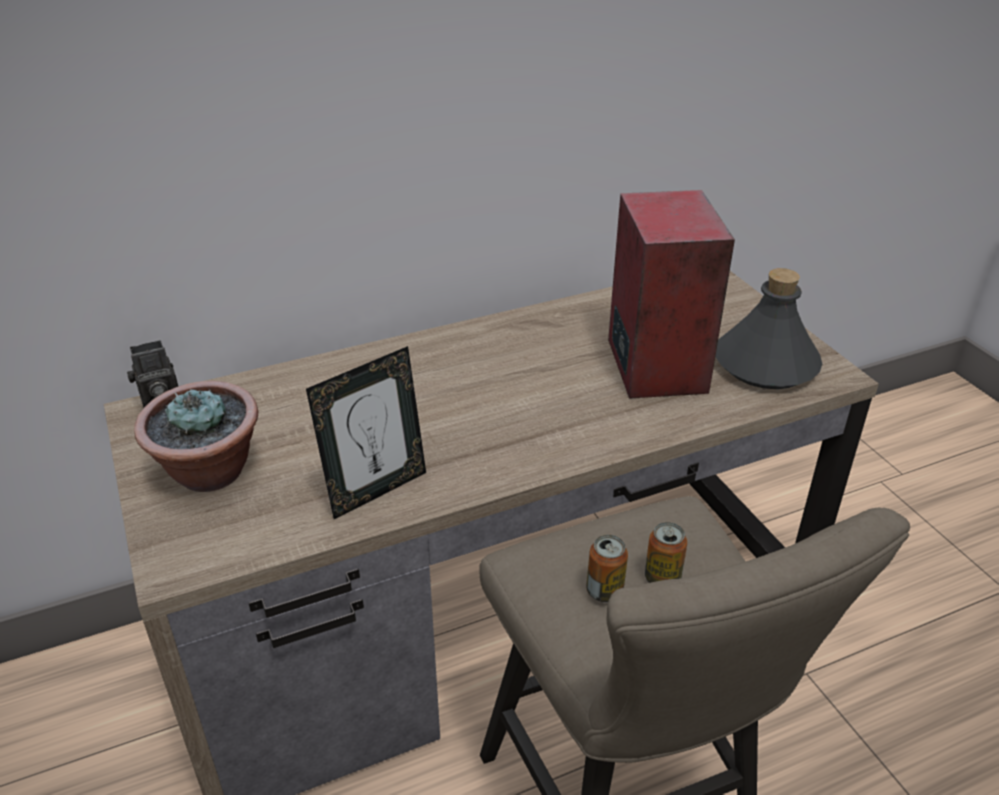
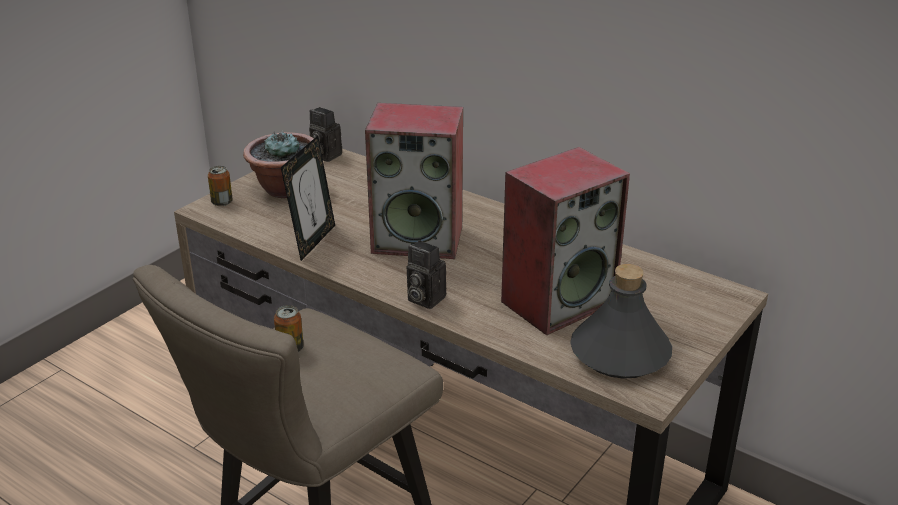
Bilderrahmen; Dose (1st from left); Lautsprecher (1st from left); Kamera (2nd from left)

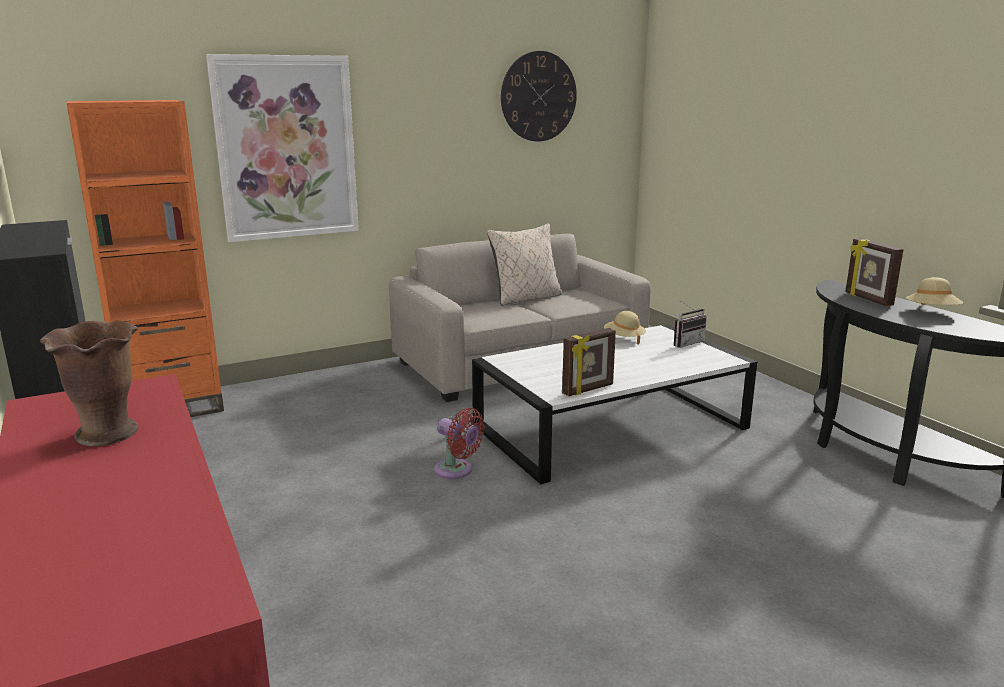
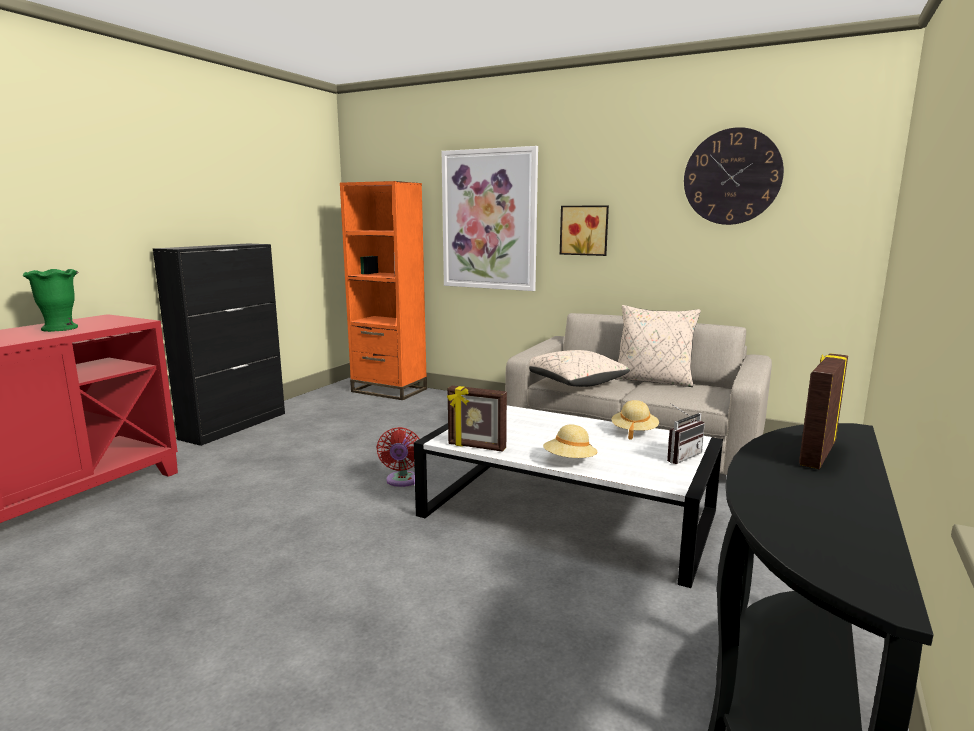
Vase (grün); Radio; Hut (beige) (1st from left); Kissen (beige) (1st from left); Bild (2nd from left)

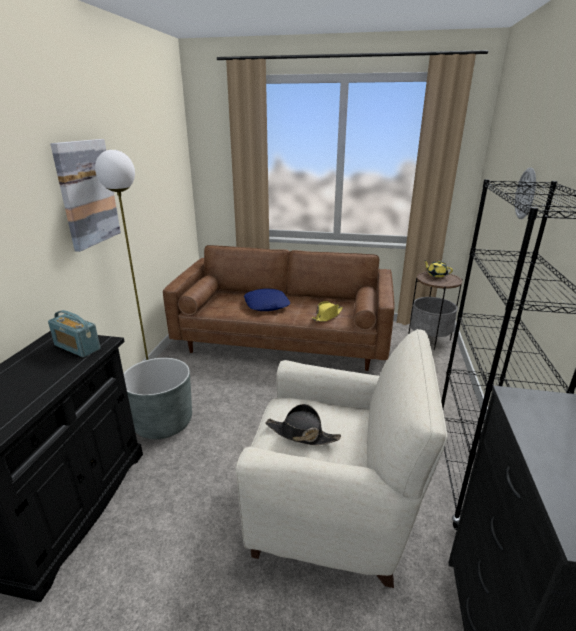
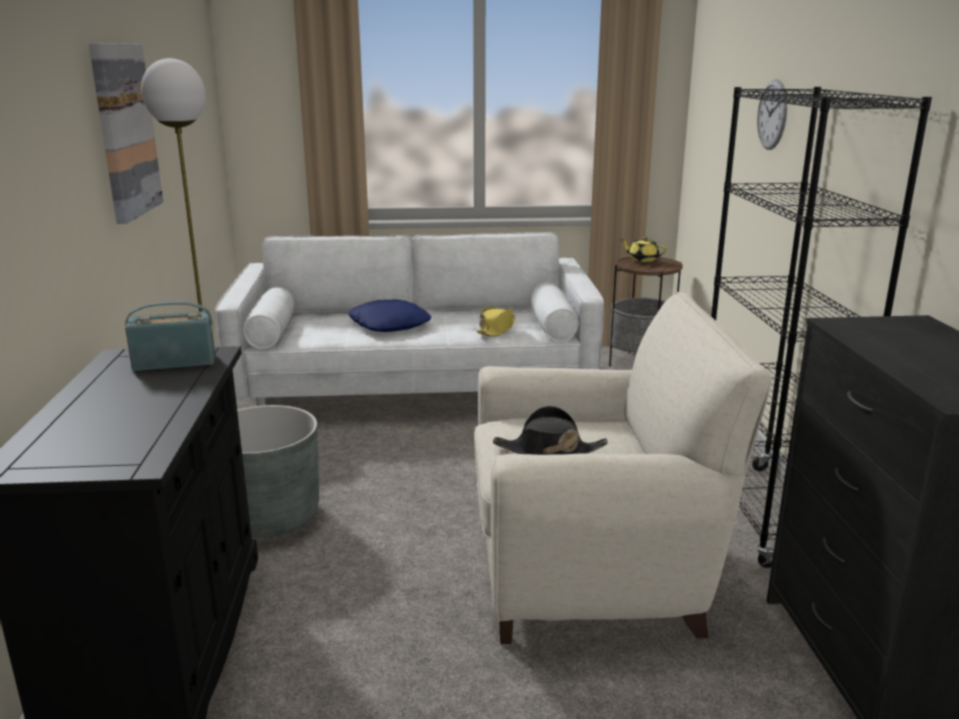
Radio; Sofa (weiß)

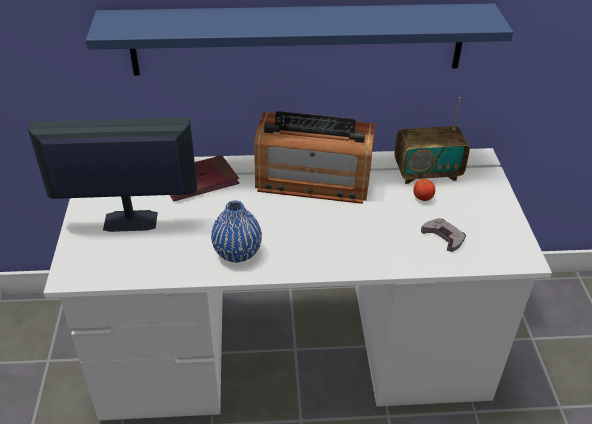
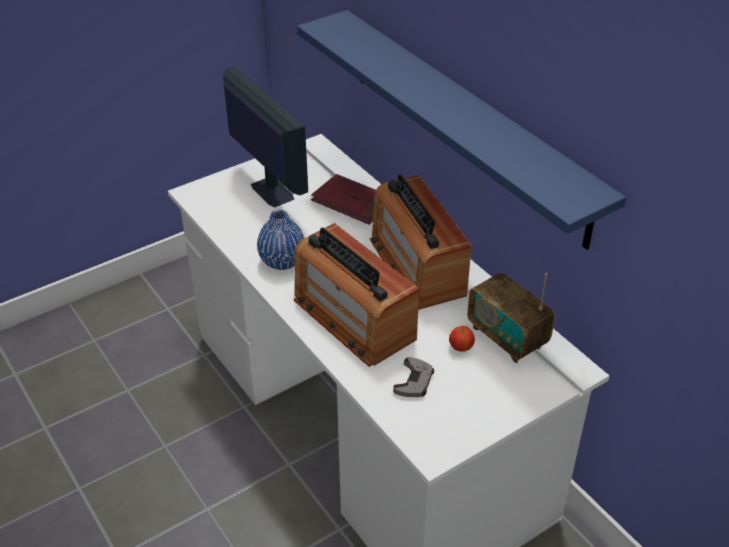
Radio (1st from left)

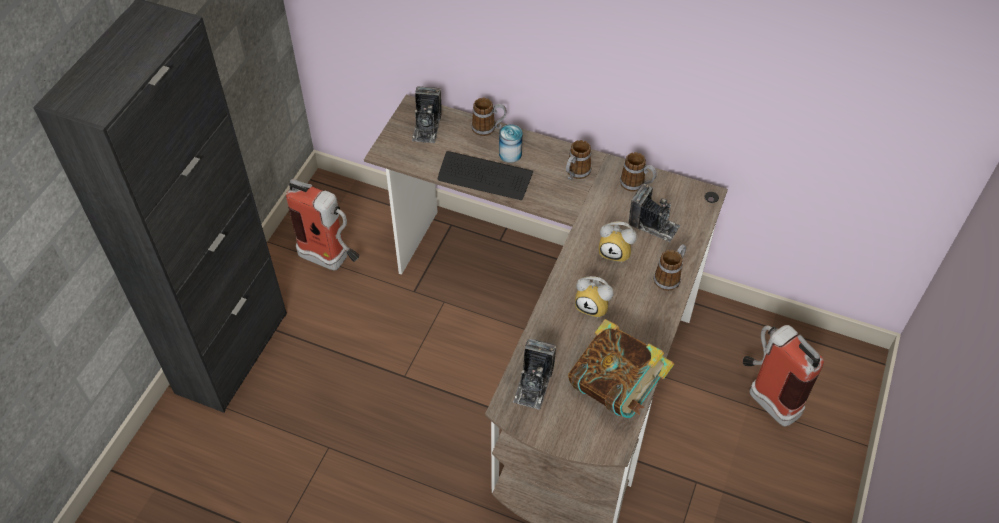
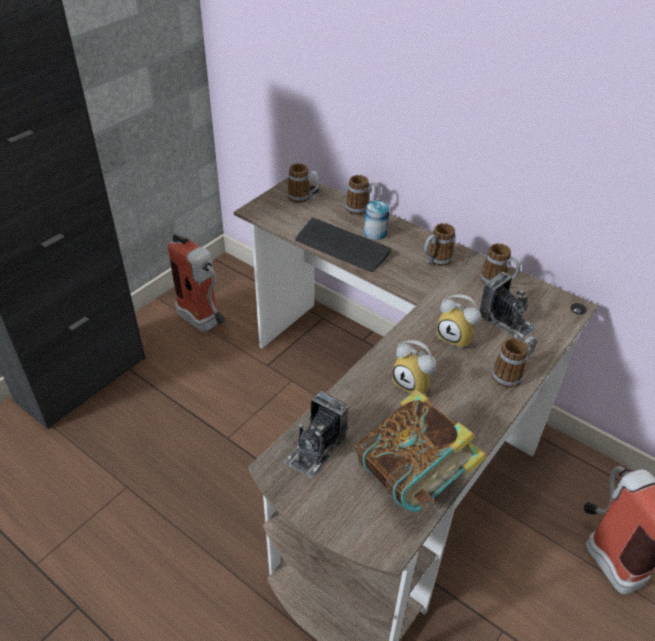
Henkelbecher (1st from left)

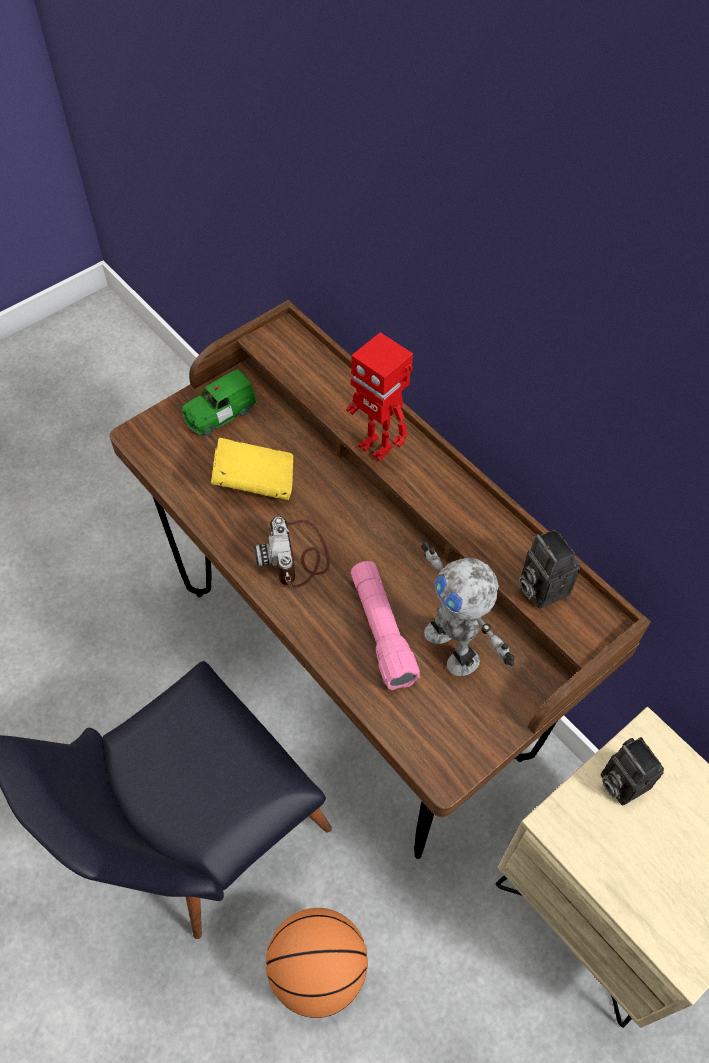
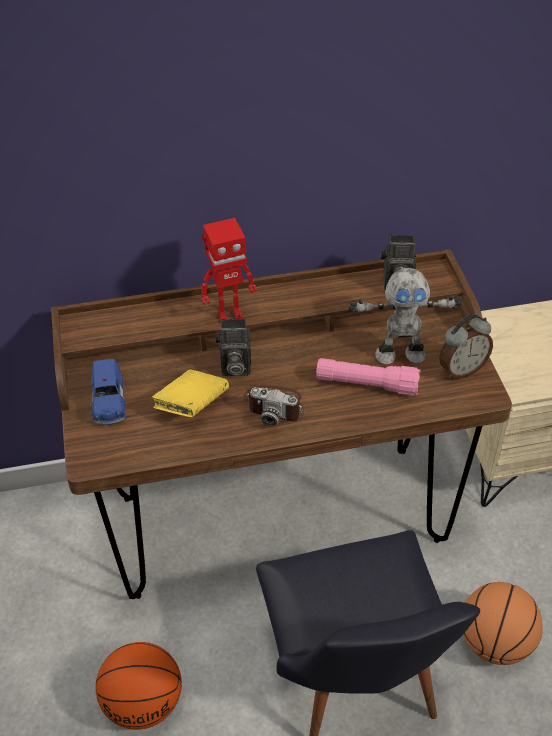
Spielzeugauto (blau); Kamera (1st from left); Basketball (1st from left); Wecker

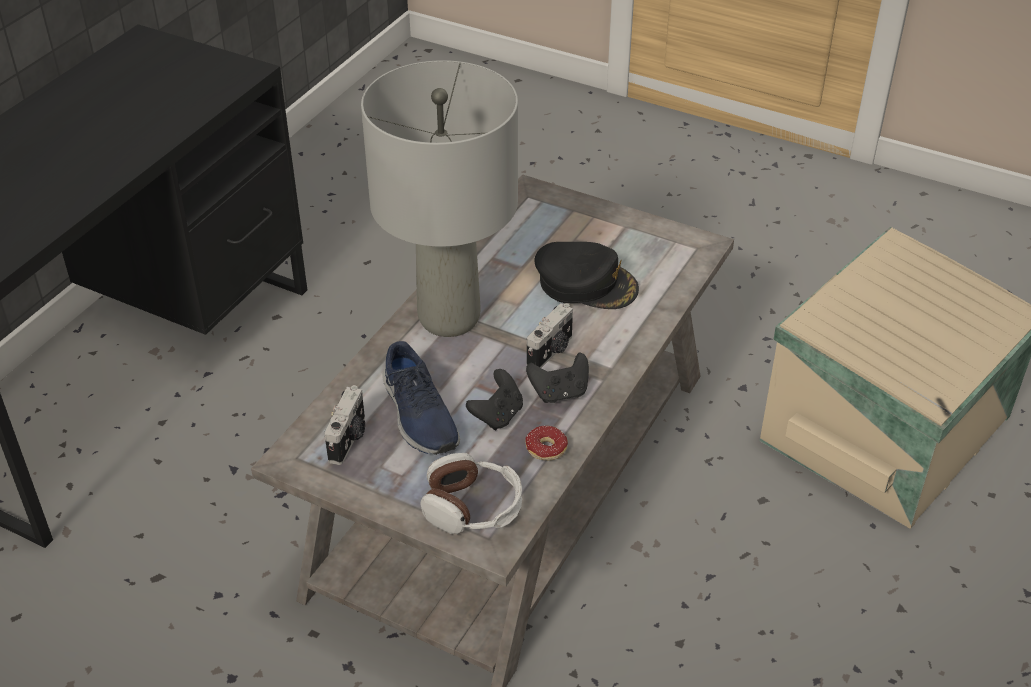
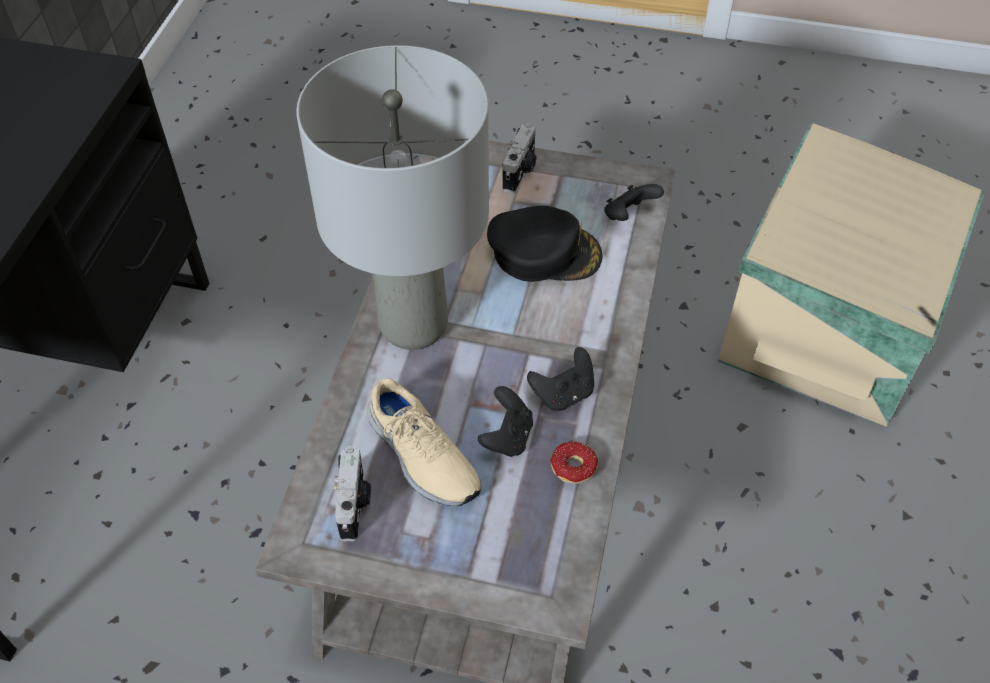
Schuh (beige); Kopfhörer; Kamera (2nd from left); Gamepad (schwarz) (3rd from left)

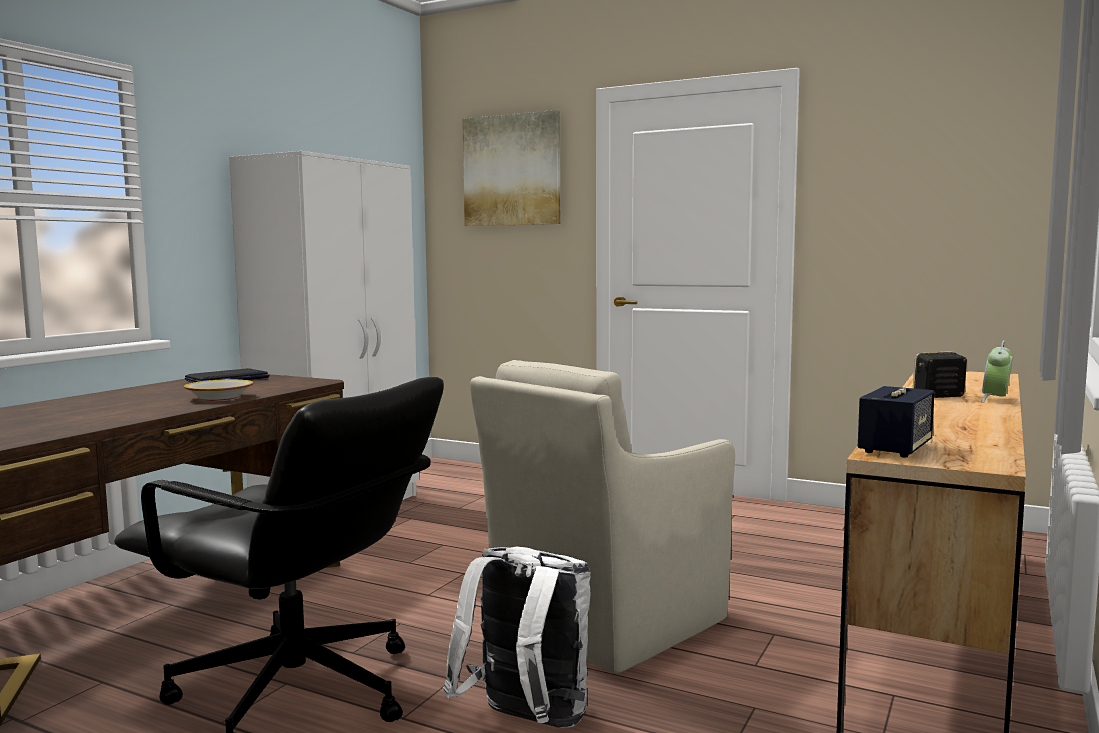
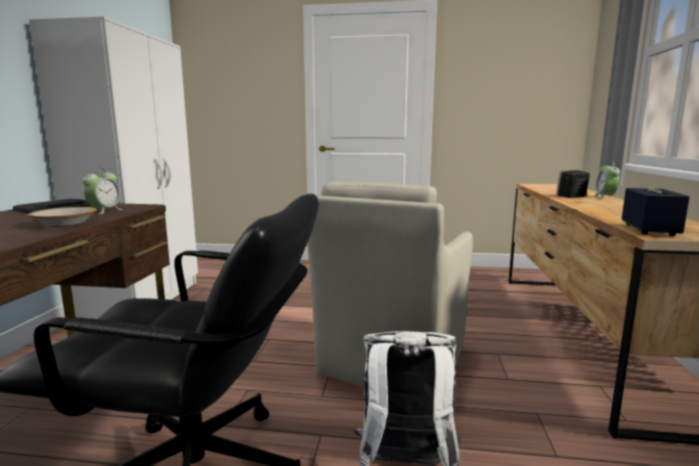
Bild; Wecker (1st from left)

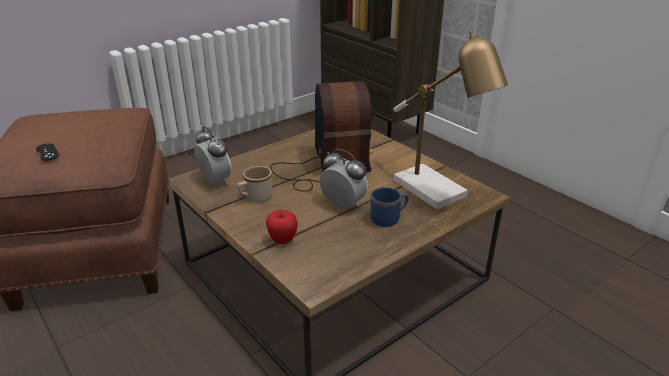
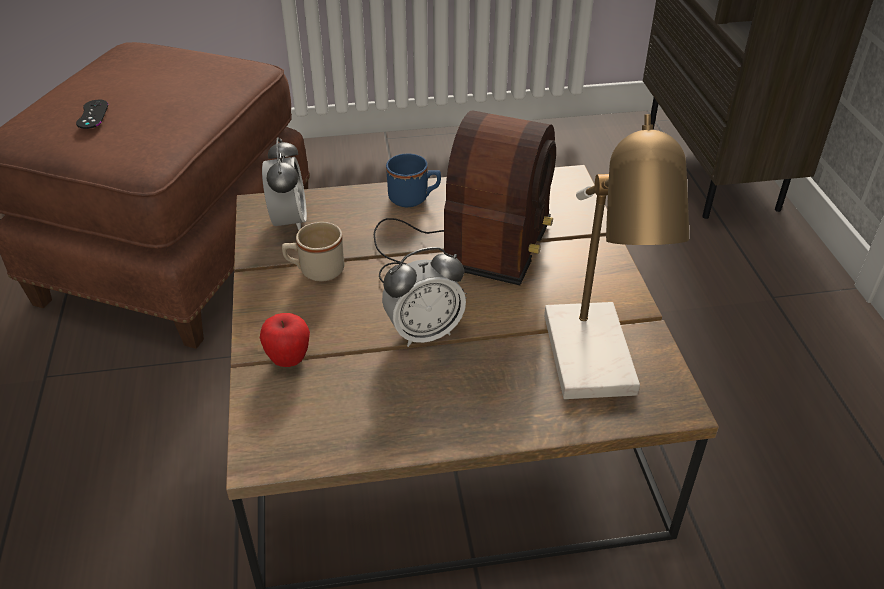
Wecker (2nd from left); Henkelbecher (blau)

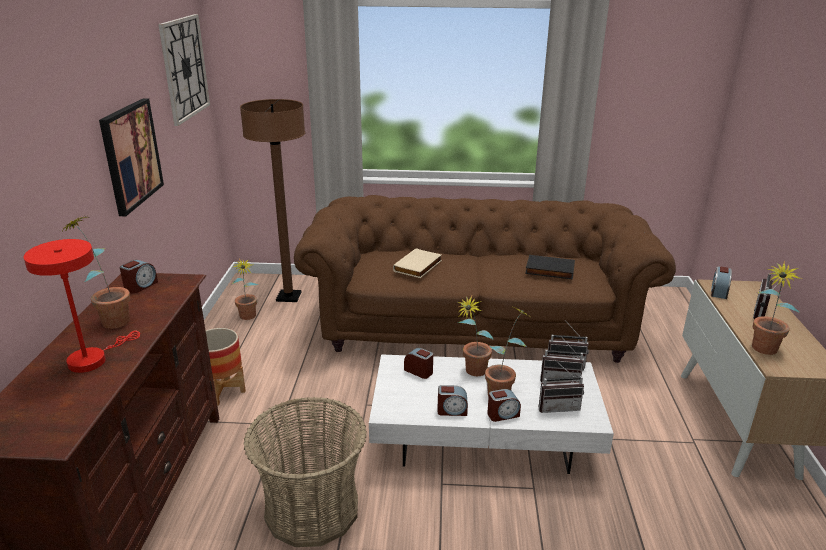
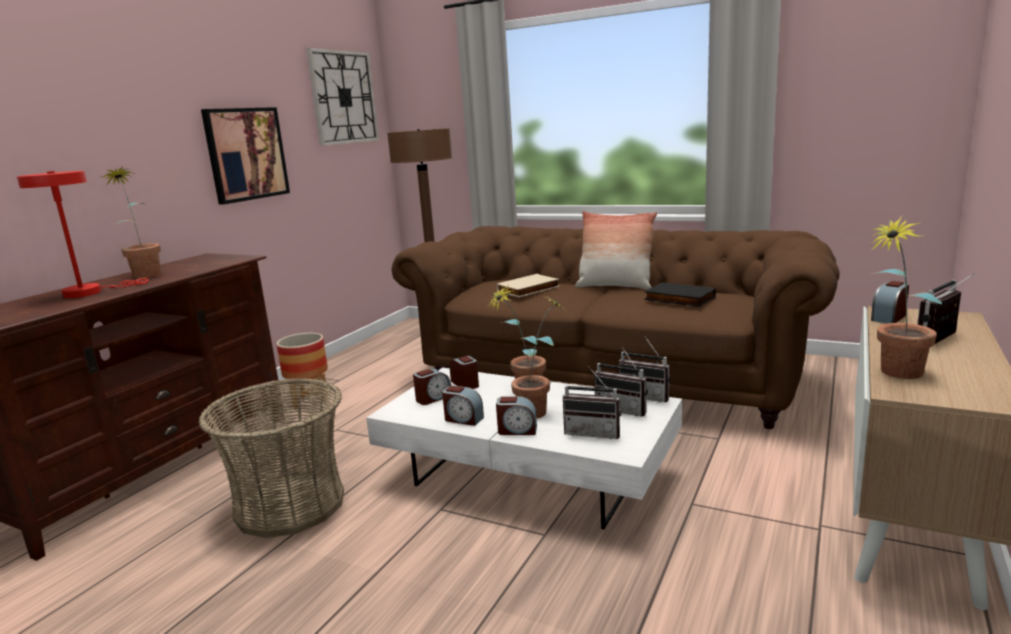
Wecker (1st from left); Topfpflanze (2nd from left in the first image); Kissen

